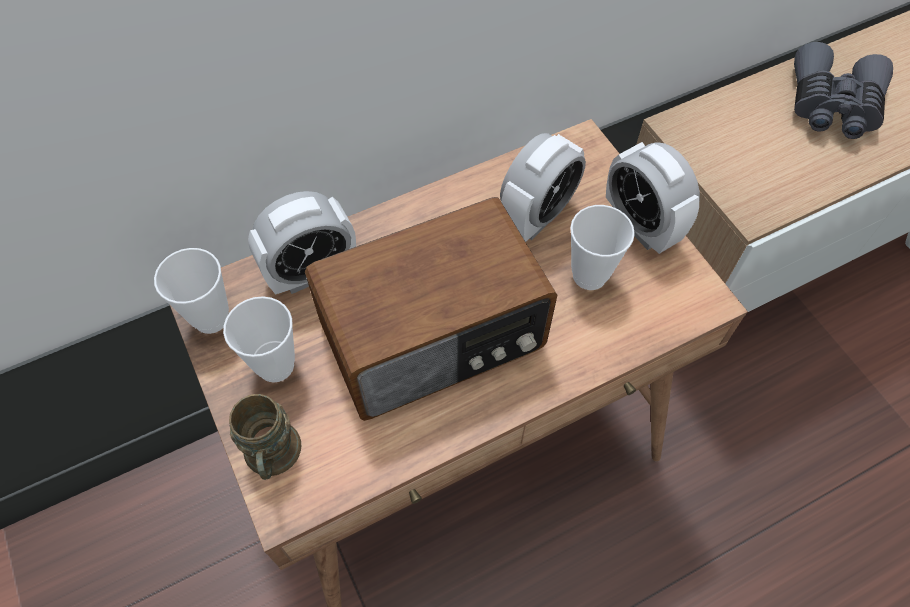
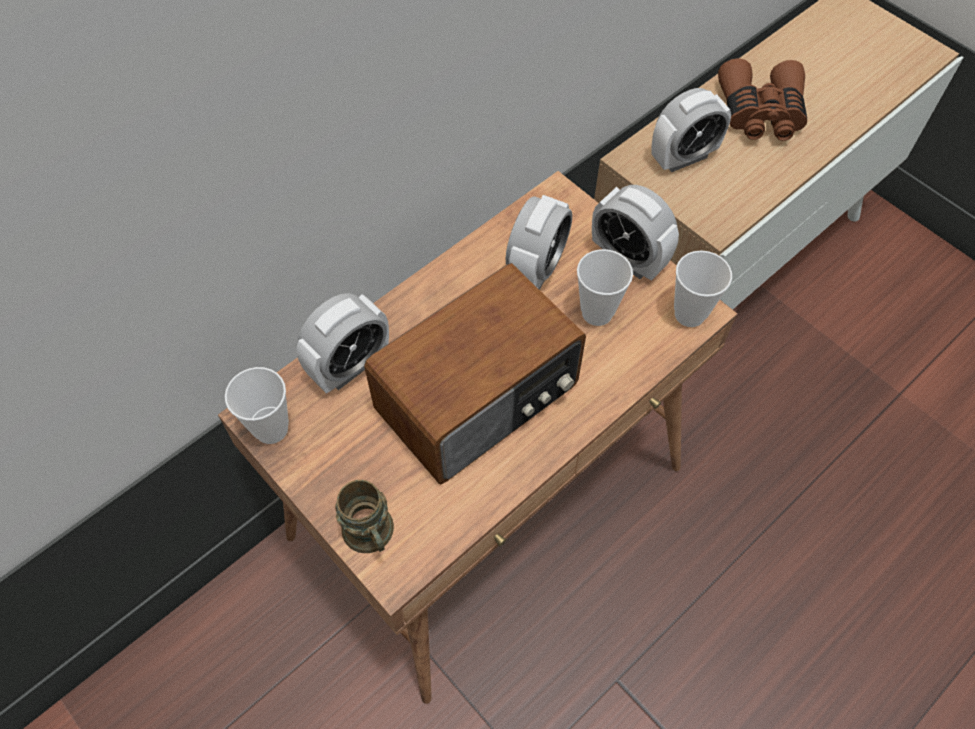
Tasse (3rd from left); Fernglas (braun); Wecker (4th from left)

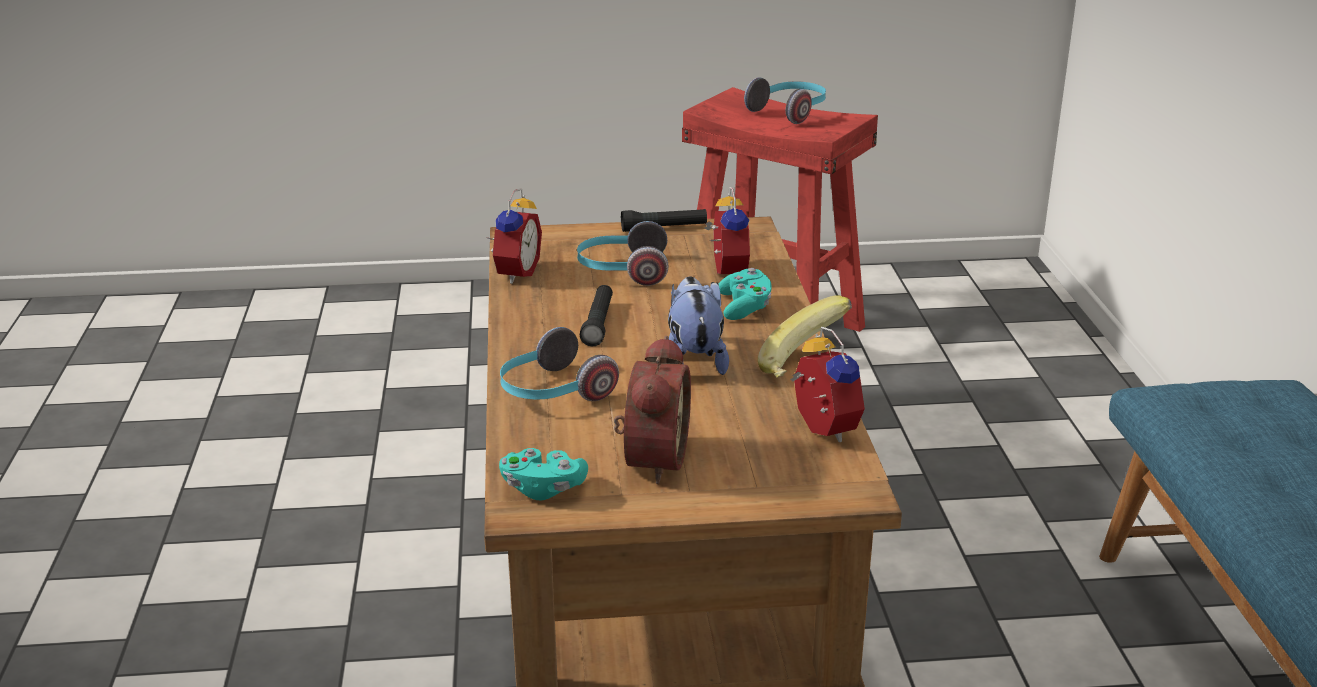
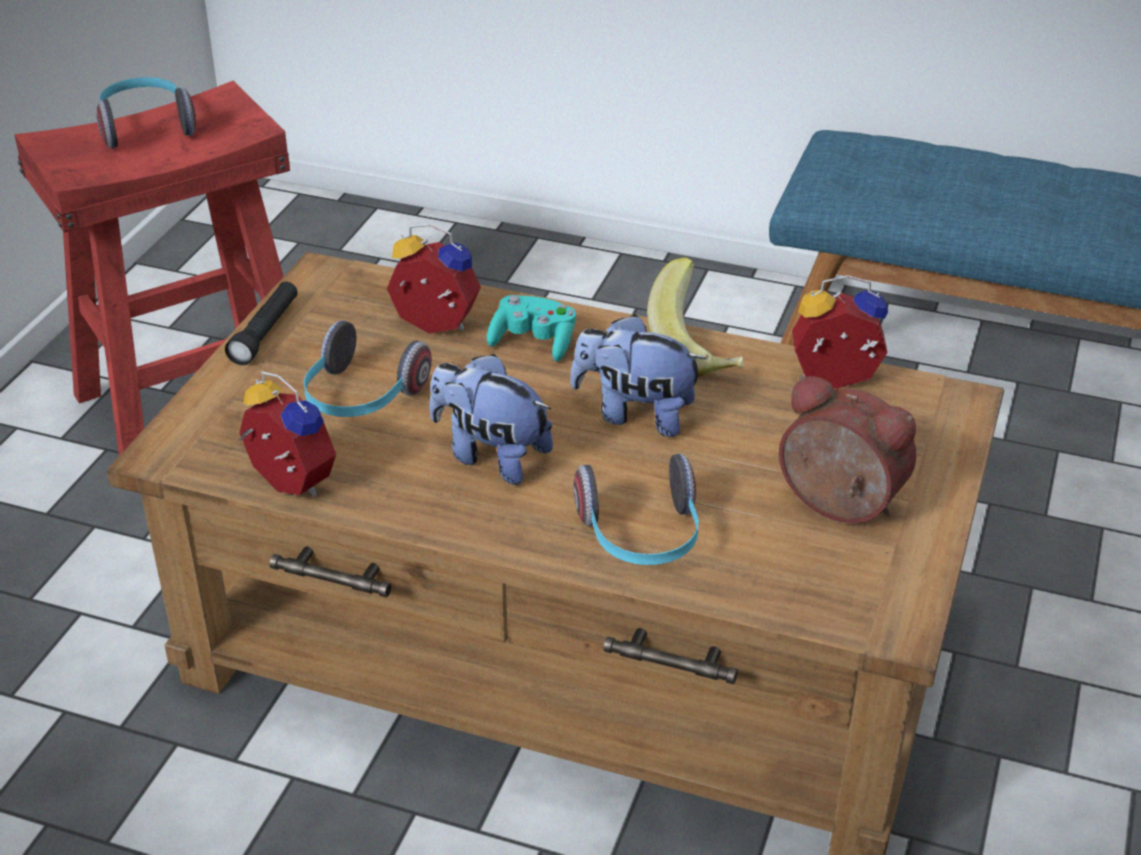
Gamepad (türkis) (1st from left in the first image); Plüschtier (1st from left)

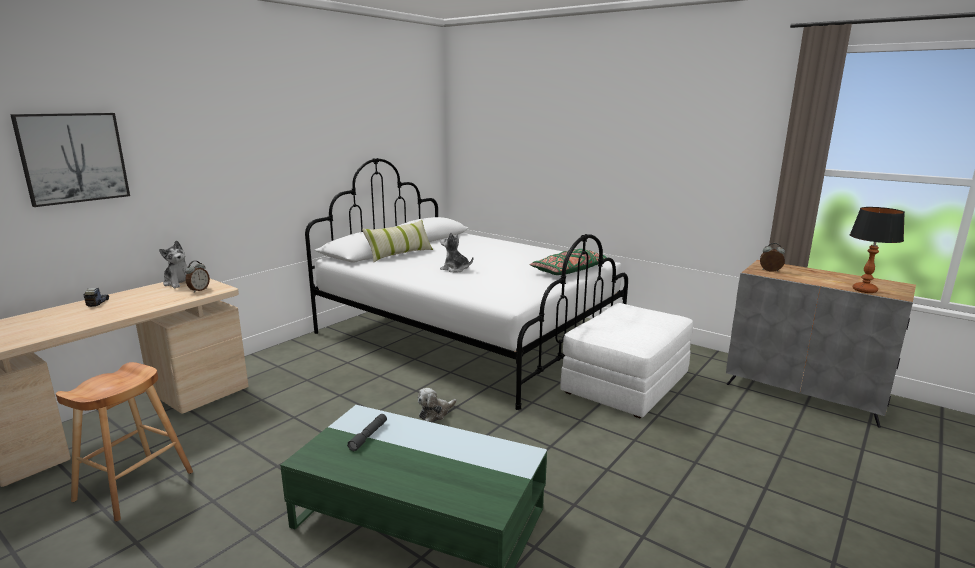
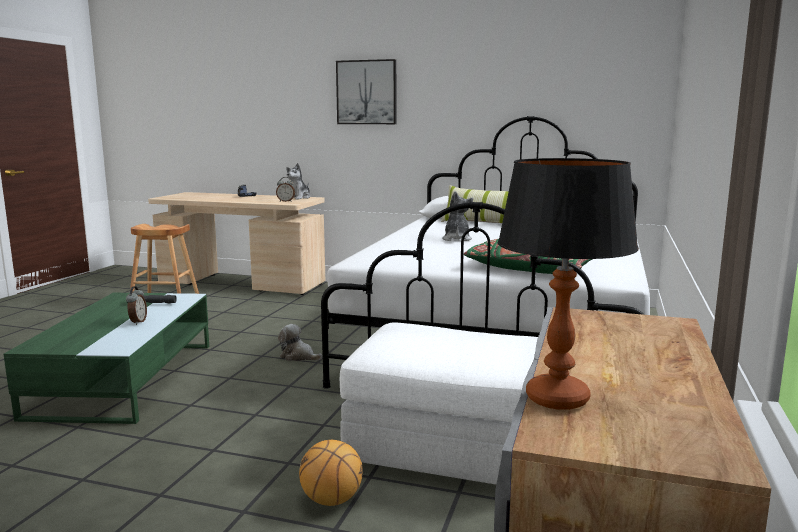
Bild; Wecker (1st from left); Basketball

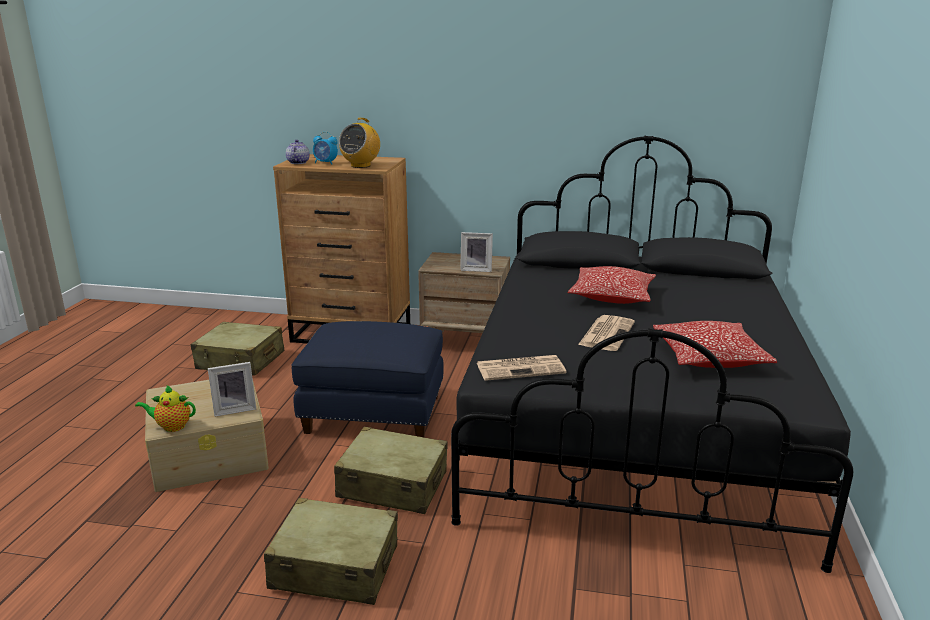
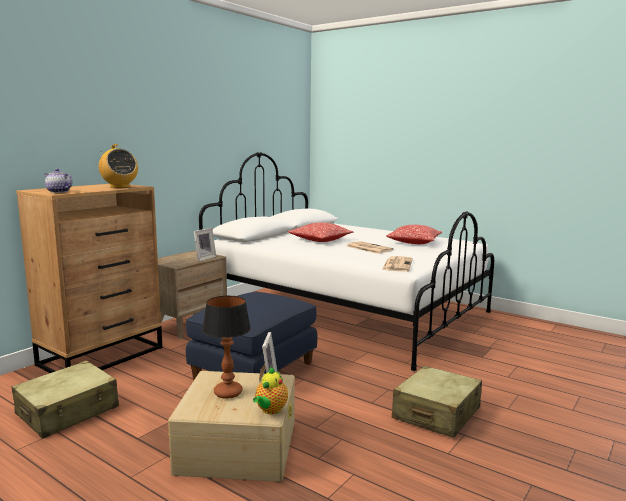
Wecker; Koffer (beige) (3rd from left in the first image); Bett (weiß); Tischlampe

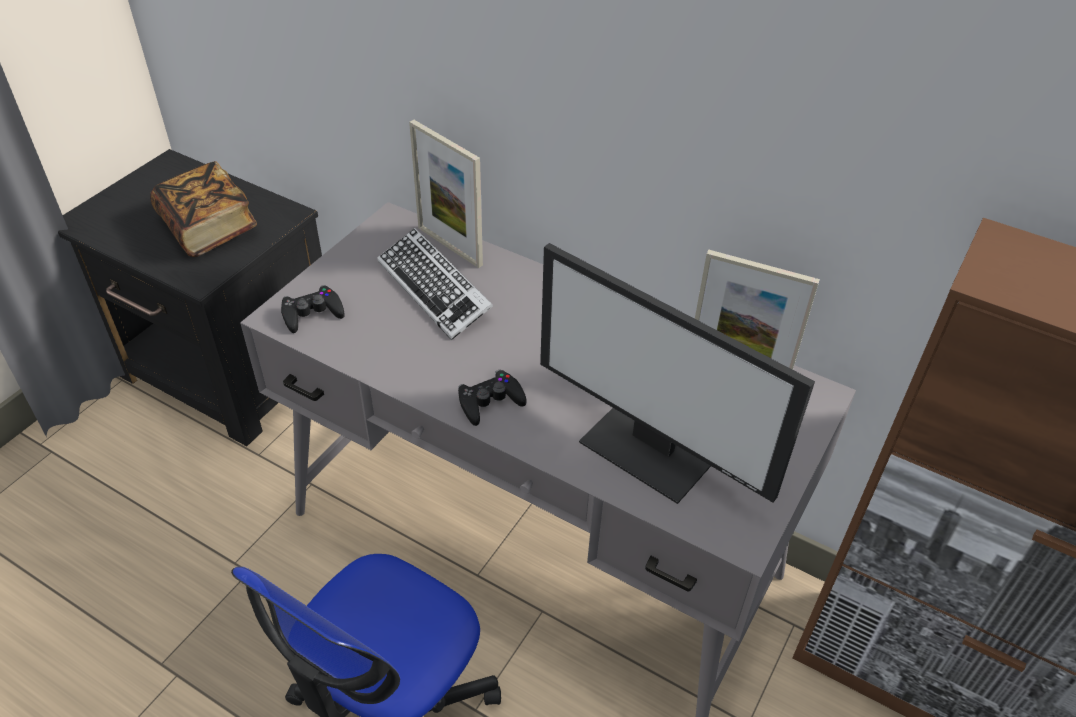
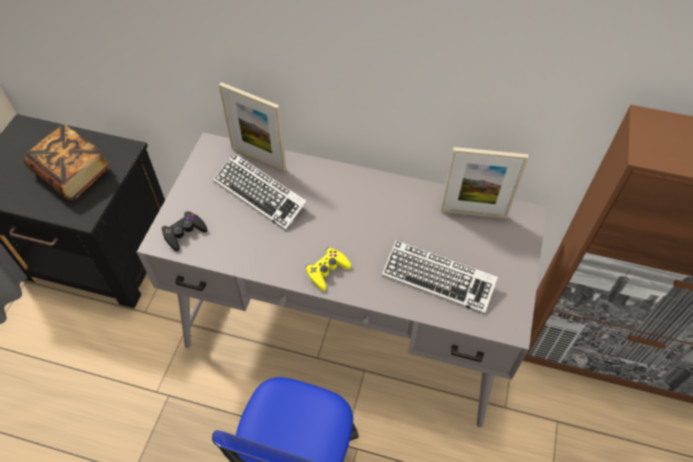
Gamepad (gelb); Tastatur (2nd from left)

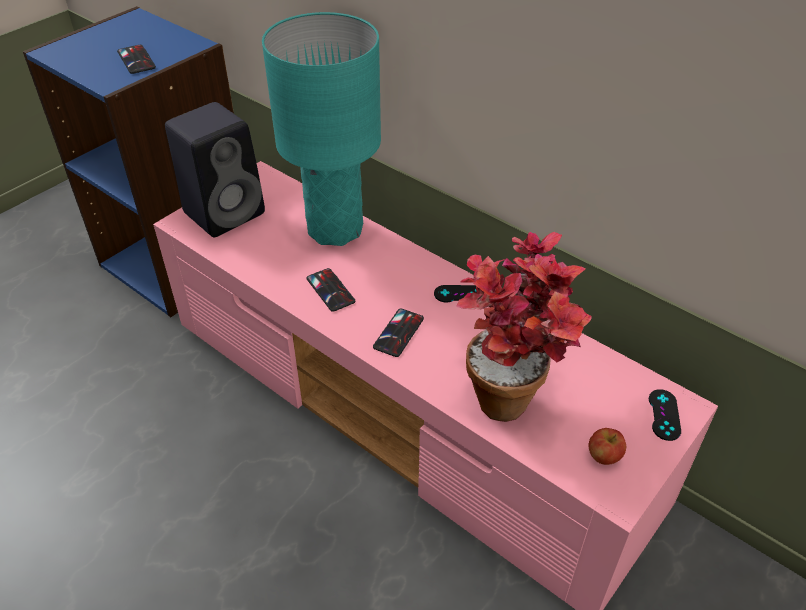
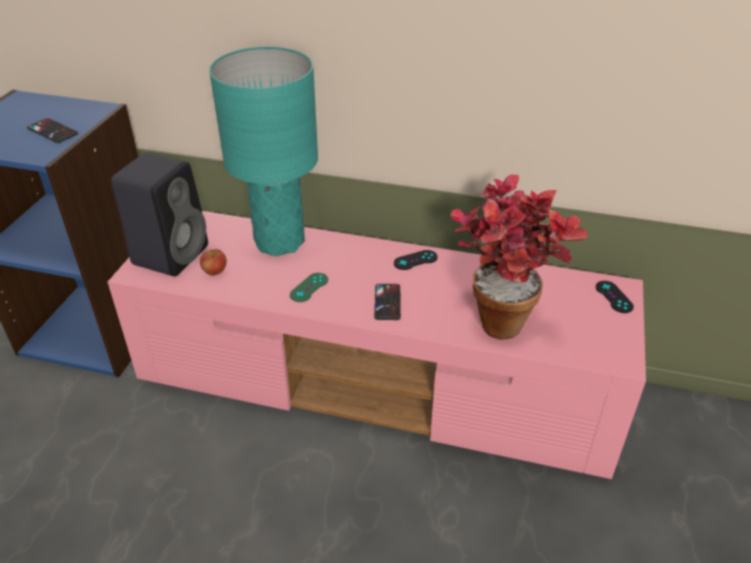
Gamepad (grün); Apfel

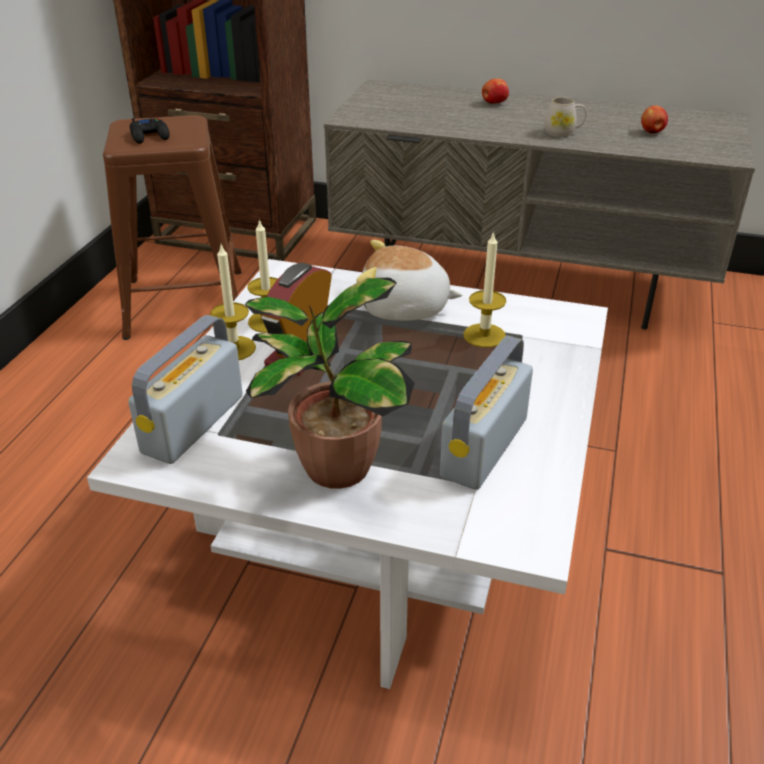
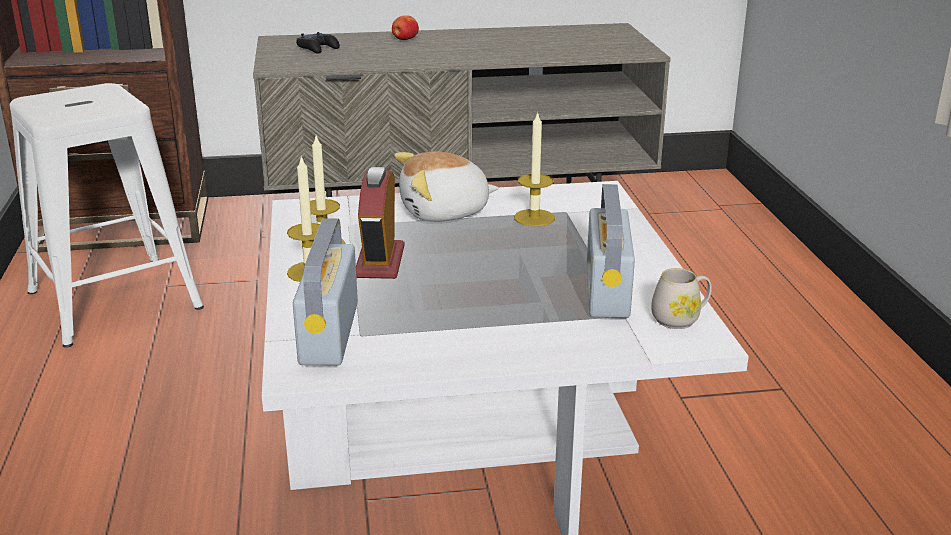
Hocker (weiß); Gamepad (schwarz); Topfpflanze; Henkelbecher (weiß); Apfel (2nd from left in the first image)

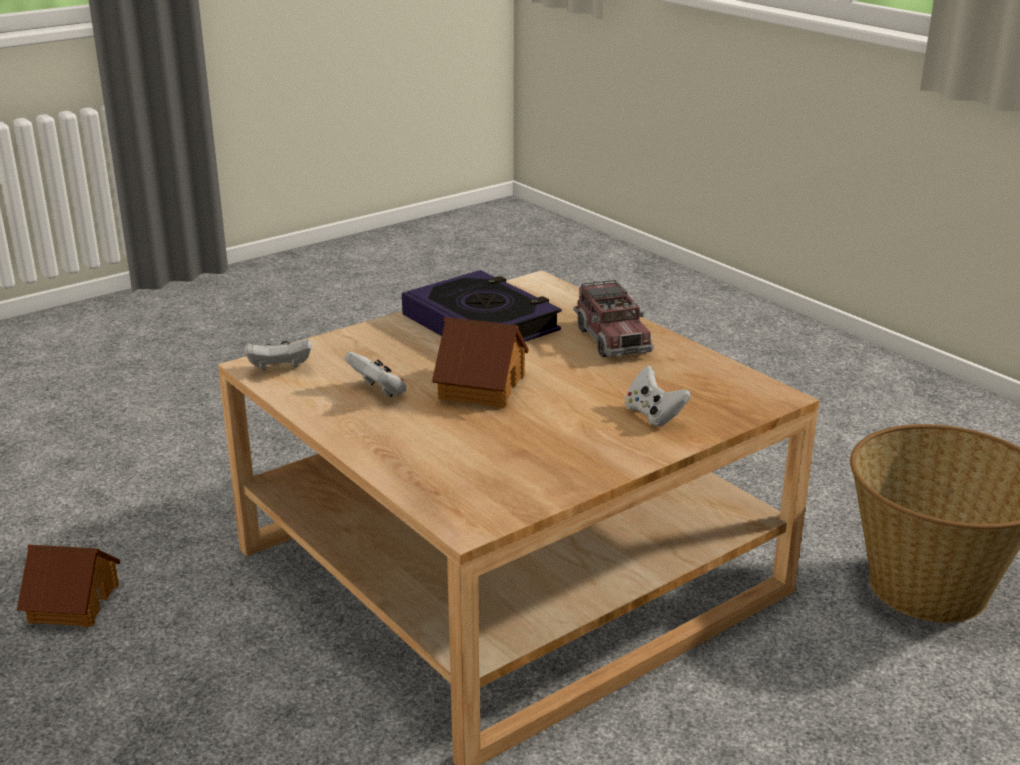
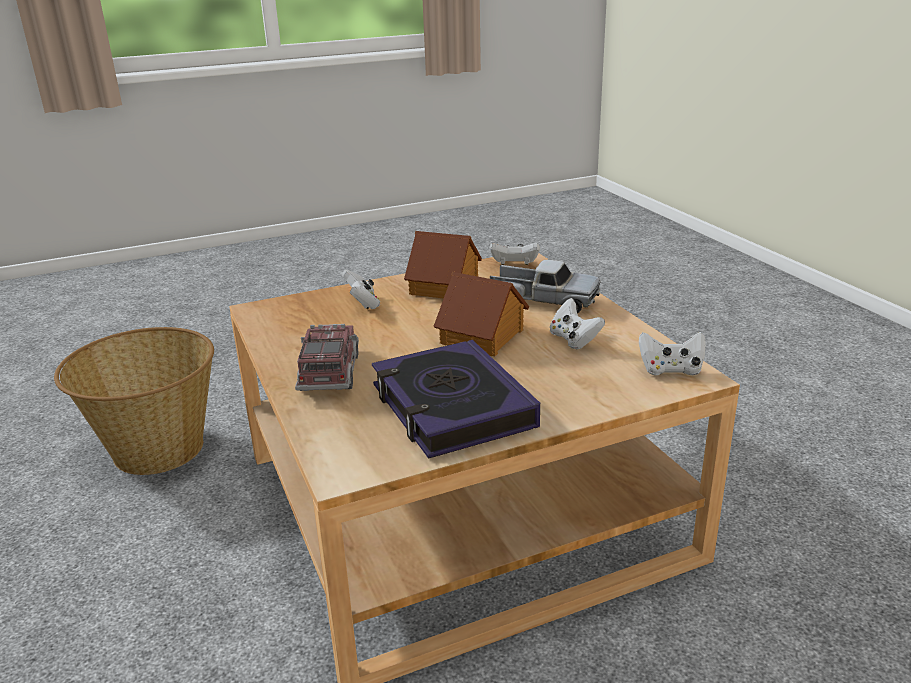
Spielzeughaus (1st from left); Gamepad (weiß) (2nd from left); Spielzeuglaster (2nd from left)

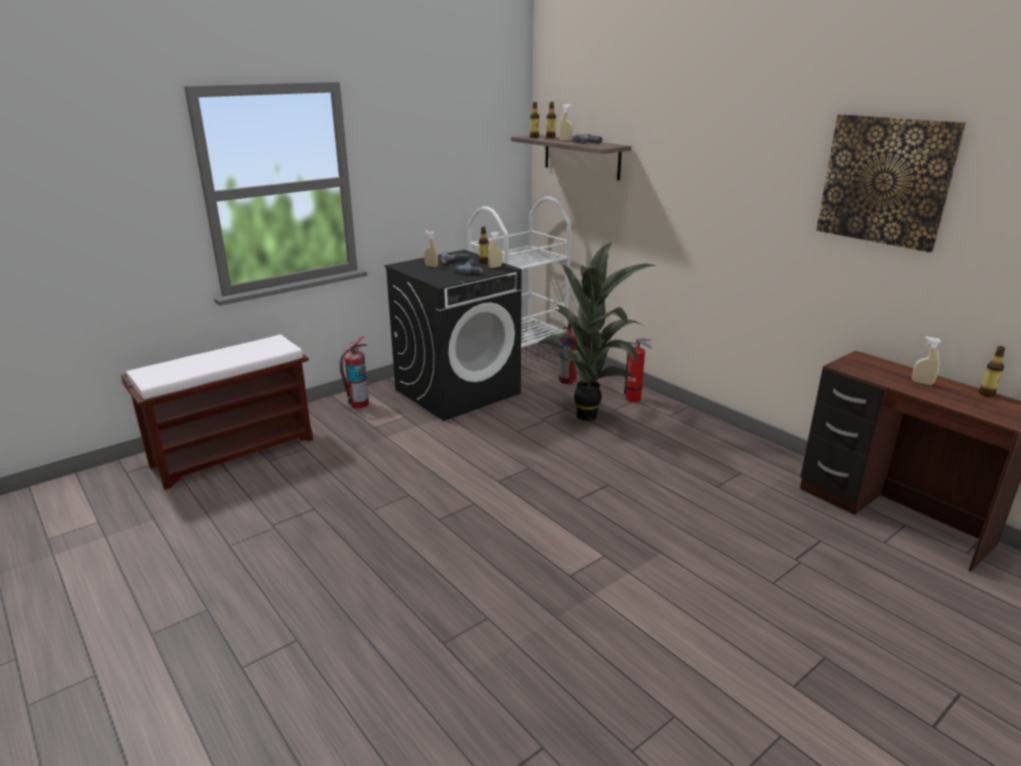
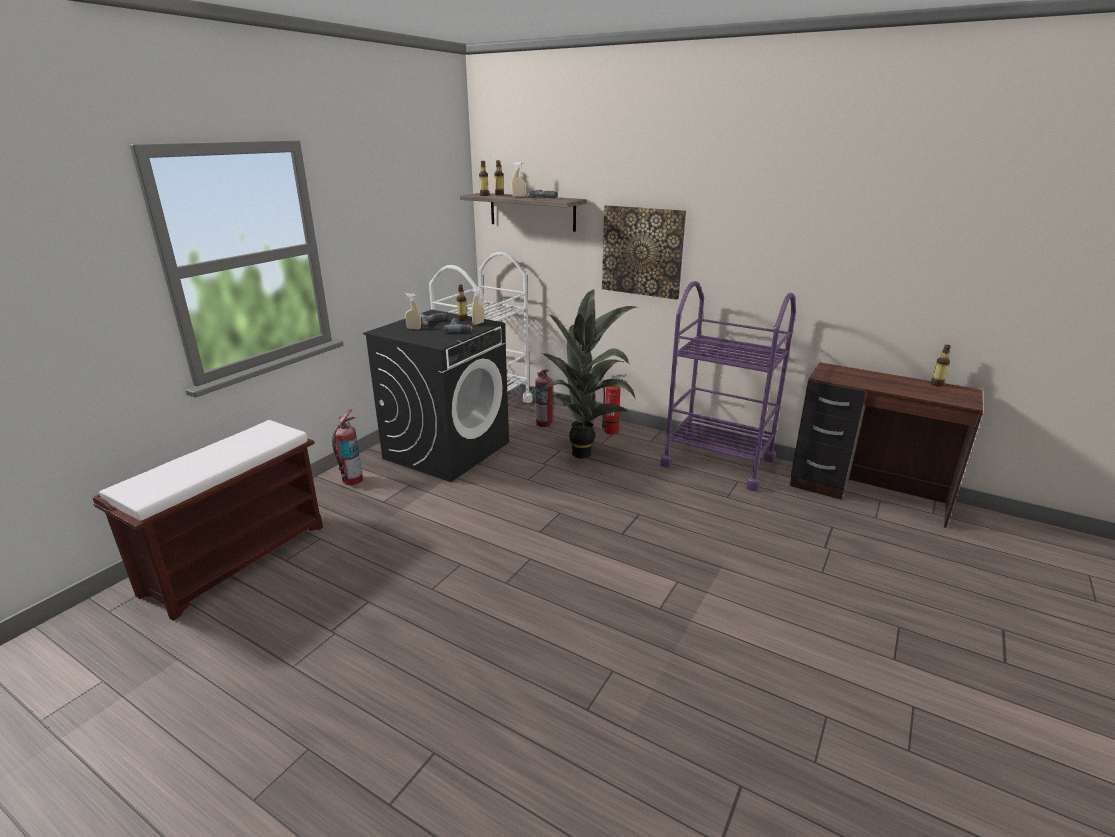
Bild; Sprühflasche (beige) (4th from left in the first image); Rollwagen (lila)

